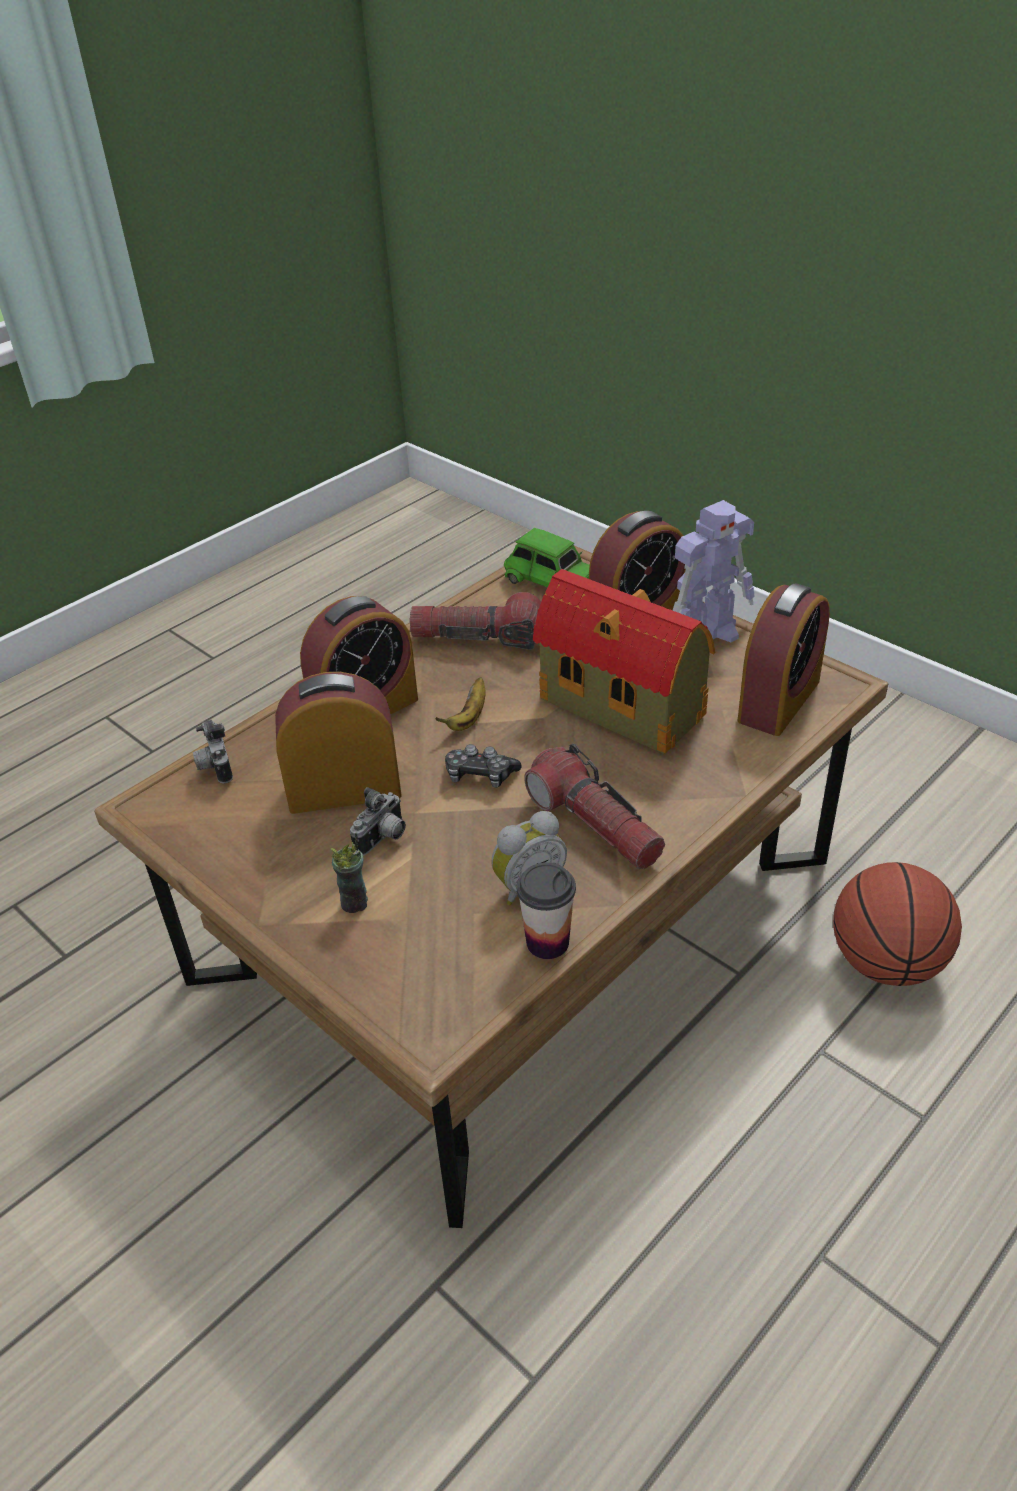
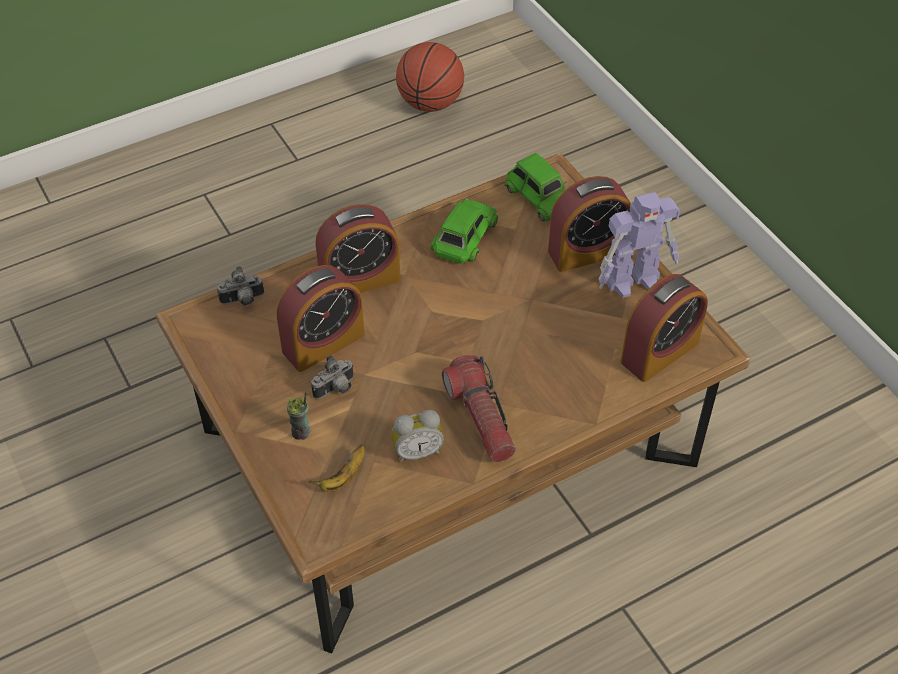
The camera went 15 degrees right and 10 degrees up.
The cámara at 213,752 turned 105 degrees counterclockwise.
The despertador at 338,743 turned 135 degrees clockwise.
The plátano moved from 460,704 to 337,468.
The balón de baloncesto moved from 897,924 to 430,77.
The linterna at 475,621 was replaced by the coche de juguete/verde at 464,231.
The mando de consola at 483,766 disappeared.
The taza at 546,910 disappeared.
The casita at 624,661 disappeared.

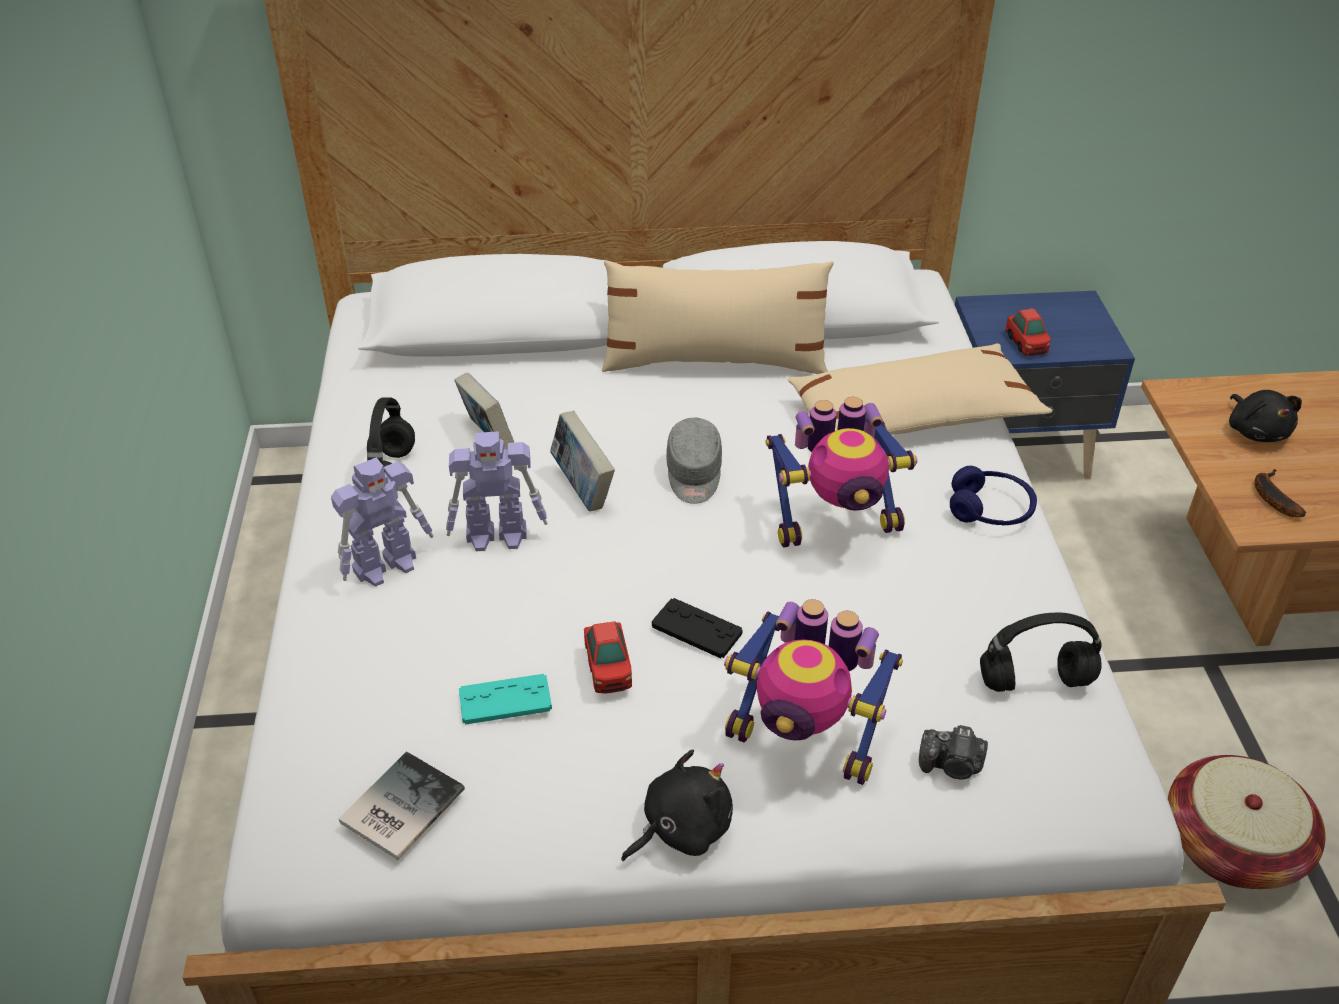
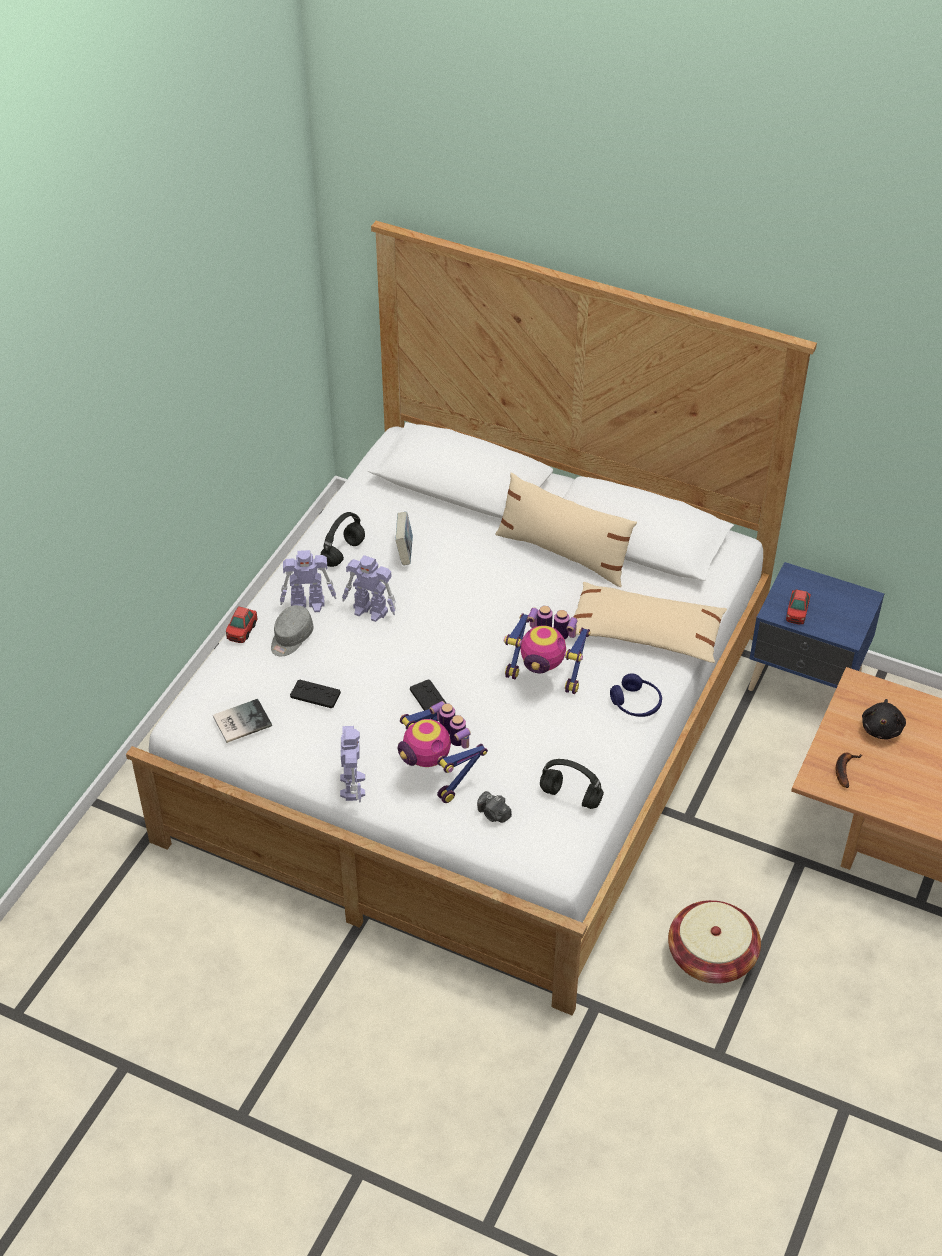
The camera went 30 degrees right and 5 degrees up.
The coche de juguete moved from 608,657 to 242,624.
The gorra/gris moved from 694,460 to 292,630.
The mando de consola/turquesa at 505,699 became the mando de consola/negro at 315,693.
The peluche/negro at 677,805 was replaced by the robot de juguete at 352,764.
The libro at 582,461 disappeared.

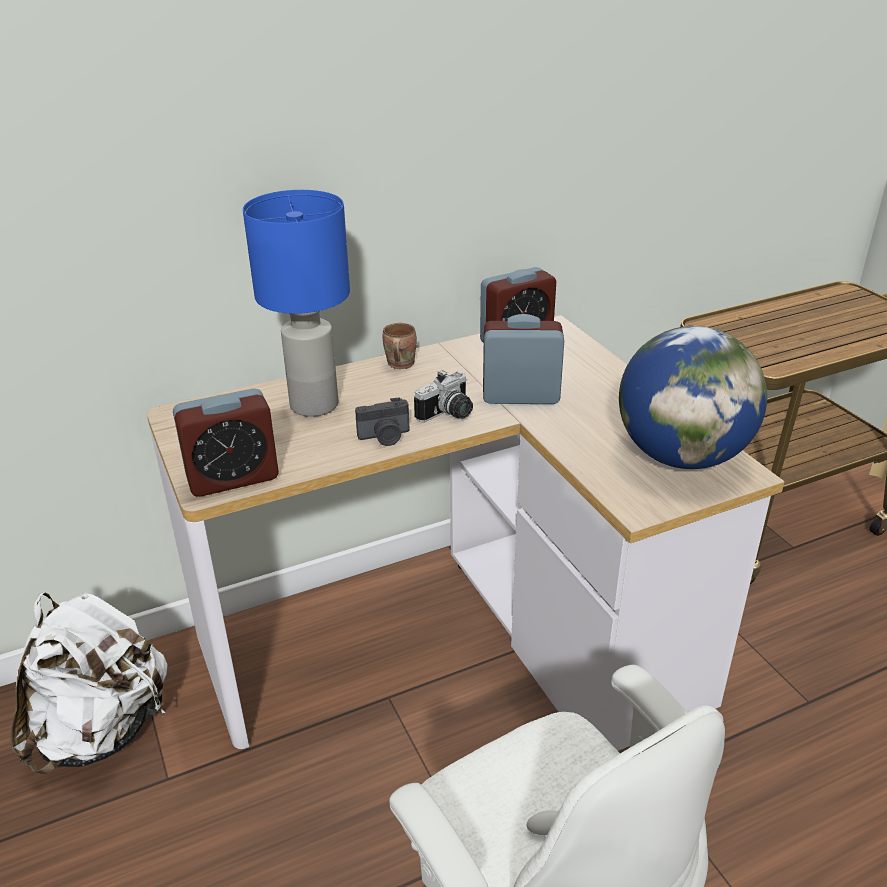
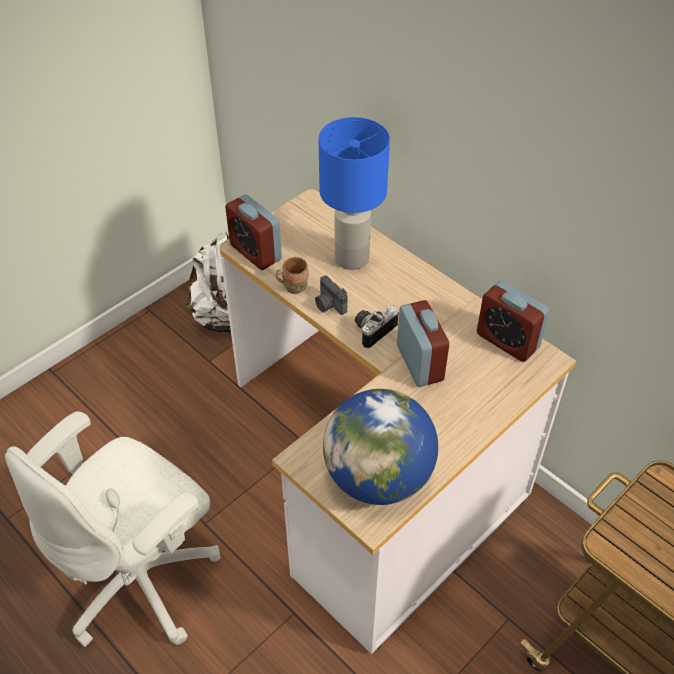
The camera went 70 degrees right and 15 degrees up.
The taza grande/marrón moved from 400,346 to 292,275.
The cámara at 443,396 turned 105 degrees clockwise.

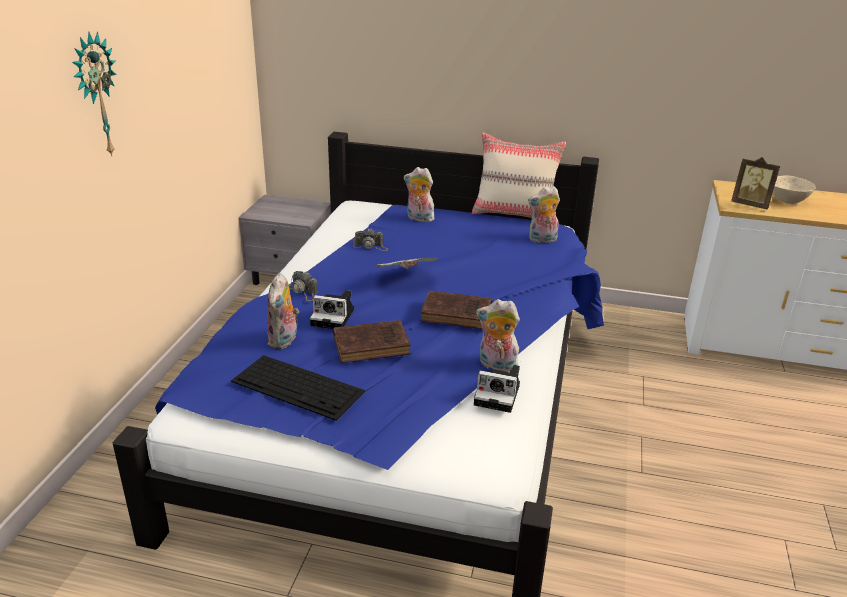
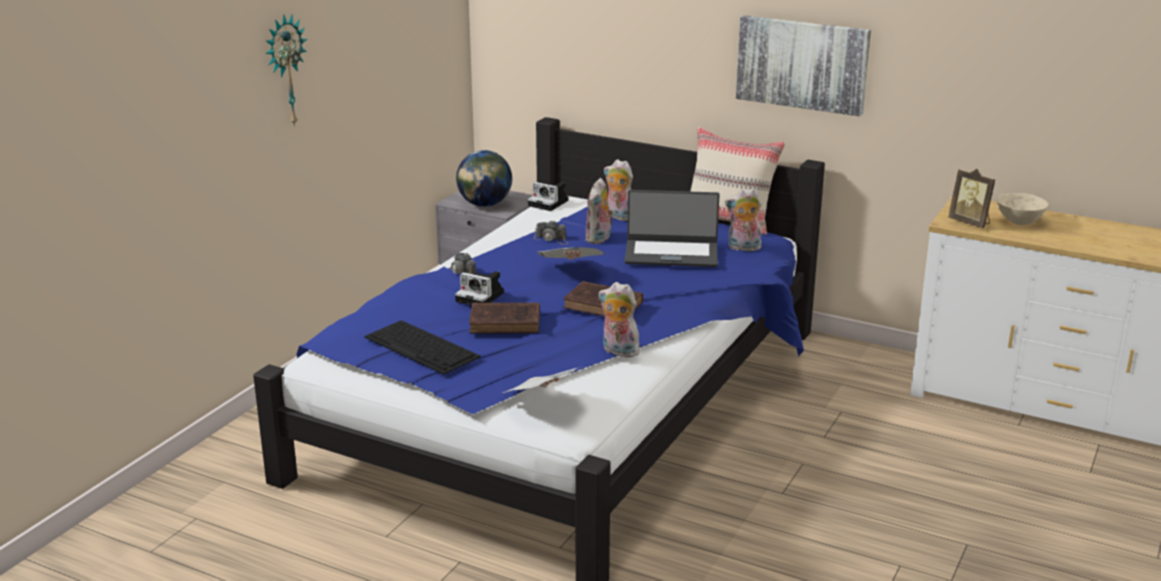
The camera went 15 degrees right and 5 degrees down.
The globo terráqueo at 484,178 appeared.
The periódico at 542,379 appeared.
The cámara moved from 497,389 to 548,196.
The peluche moved from 283,311 to 599,211.
The portátil at 672,228 appeared.
The cuadro at 803,66 appeared.

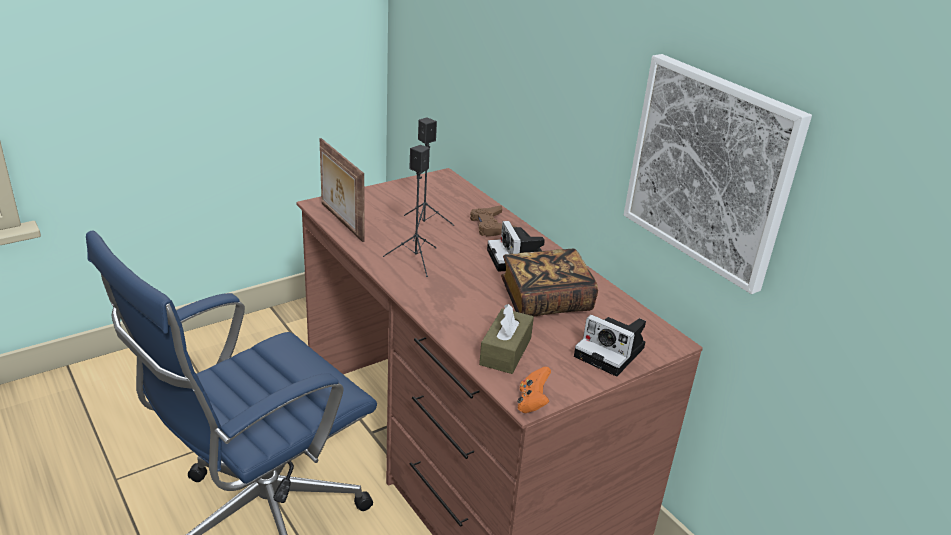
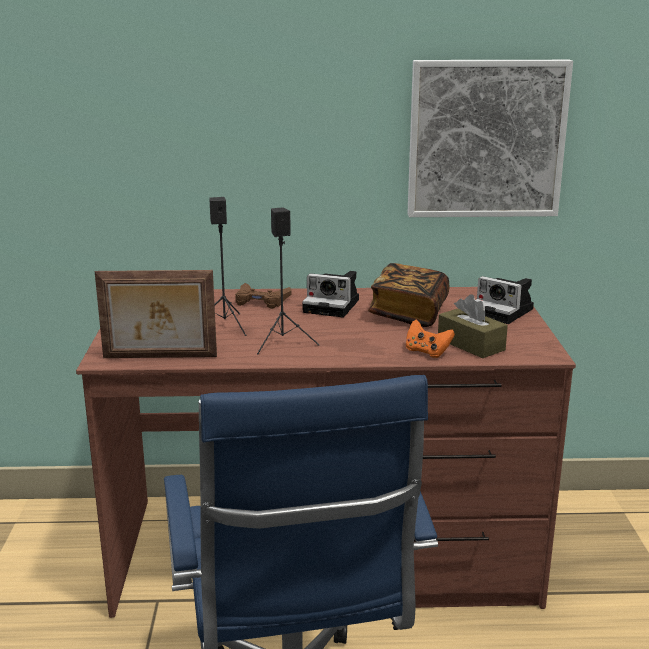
The camera went 55 degrees left and 10 degrees down.
The mando de consola/naranja moved from 534,390 to 430,339.
The cámara at 610,346 turned 60 degrees clockwise.

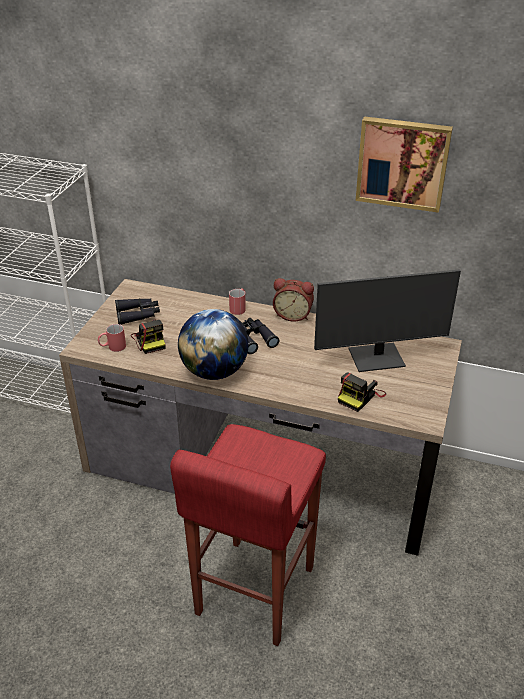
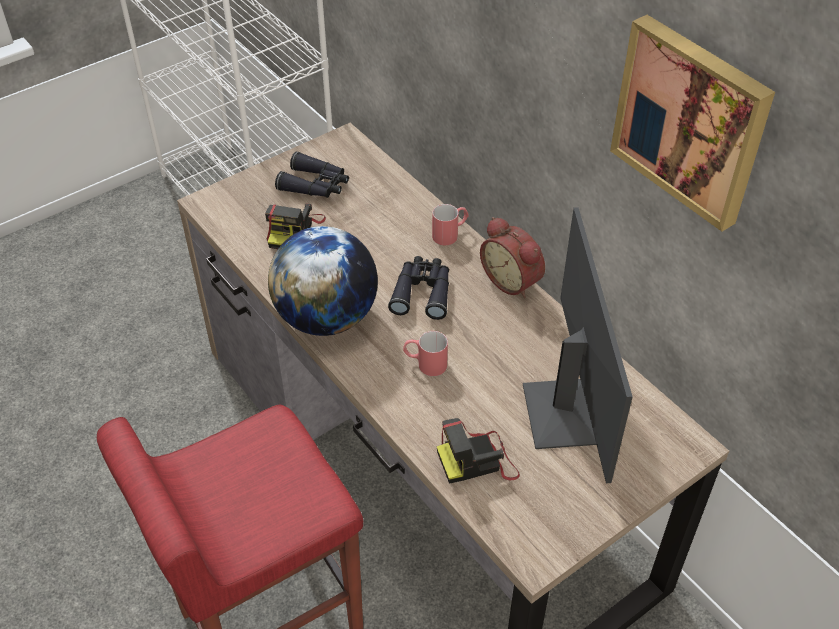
The camera went 35 degrees right and 10 degrees up.
The taza grande/rojo moved from 112,338 to 425,353.
The monitor at 387,320 turned 120 degrees counterclockwise.

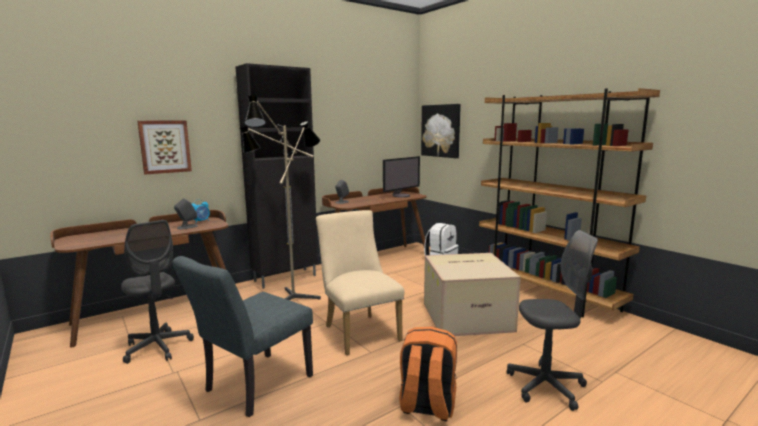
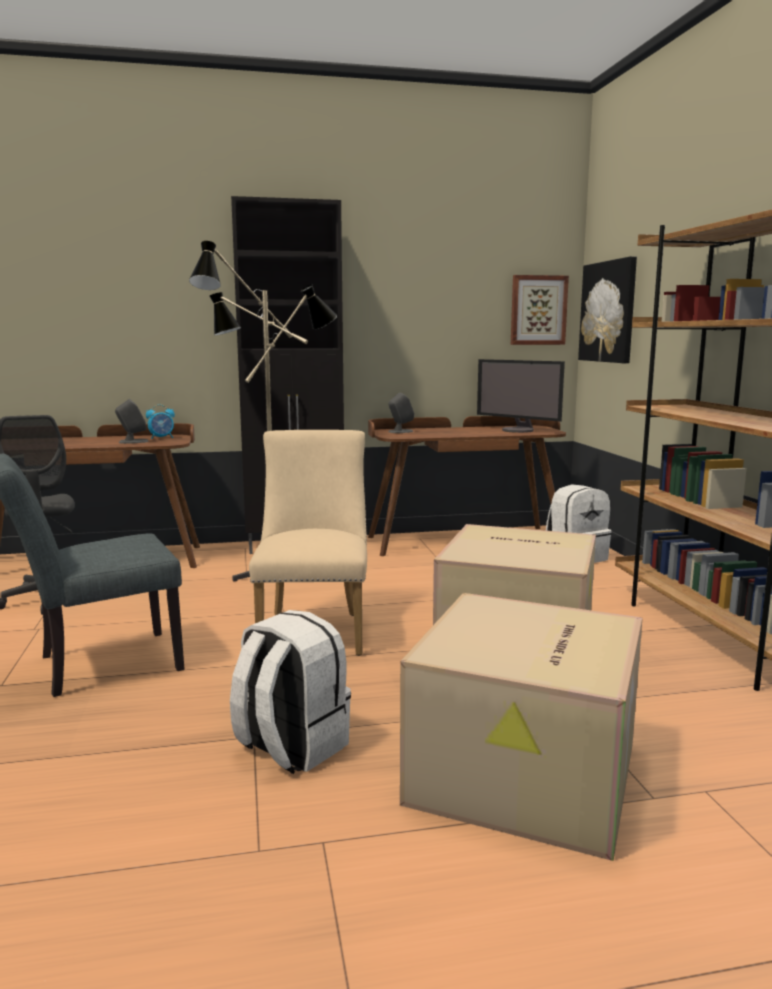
The camera went 25 degrees right and 0 degrees up.
The mochila/naranja at 428,374 became the mochila/blanco at 290,692.
The silla de oficina/gris at 552,320 was replaced by the caja de cartón at 521,727.
The monitor at 401,177 turned 60 degrees clockwise.
The cuadro moved from 165,147 to 540,310.

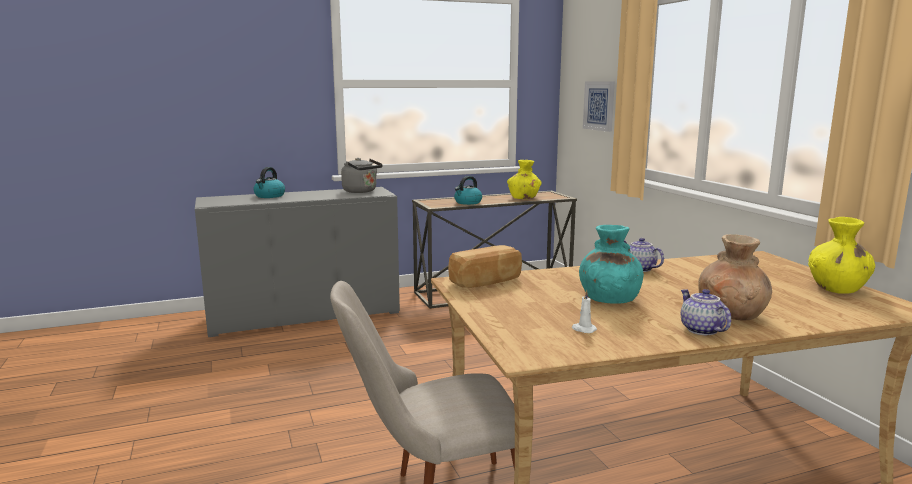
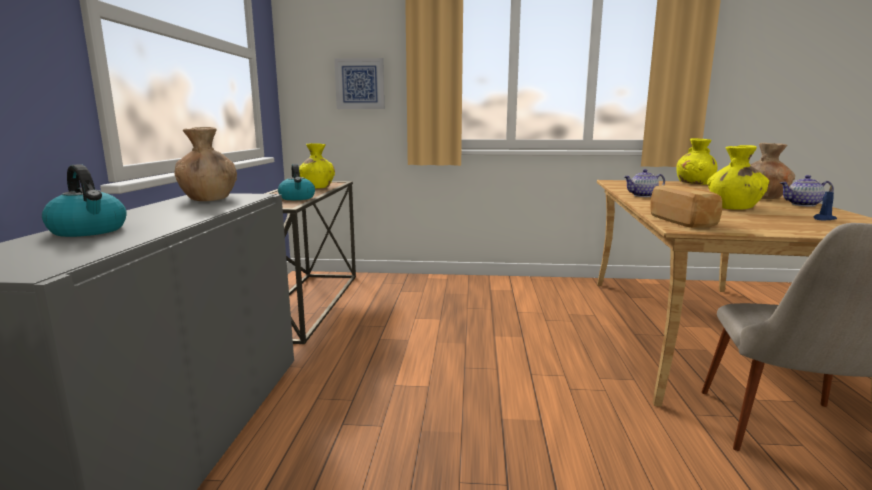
The camera went 65 degrees left and 0 degrees up.
The hervidor/gris at 362,175 was replaced by the florero/marrón at 206,164.
The florero/turquesa at 611,264 became the florero/amarillo at 738,177.
The vela/blanco at 584,311 became the vela/azul at 825,203.

